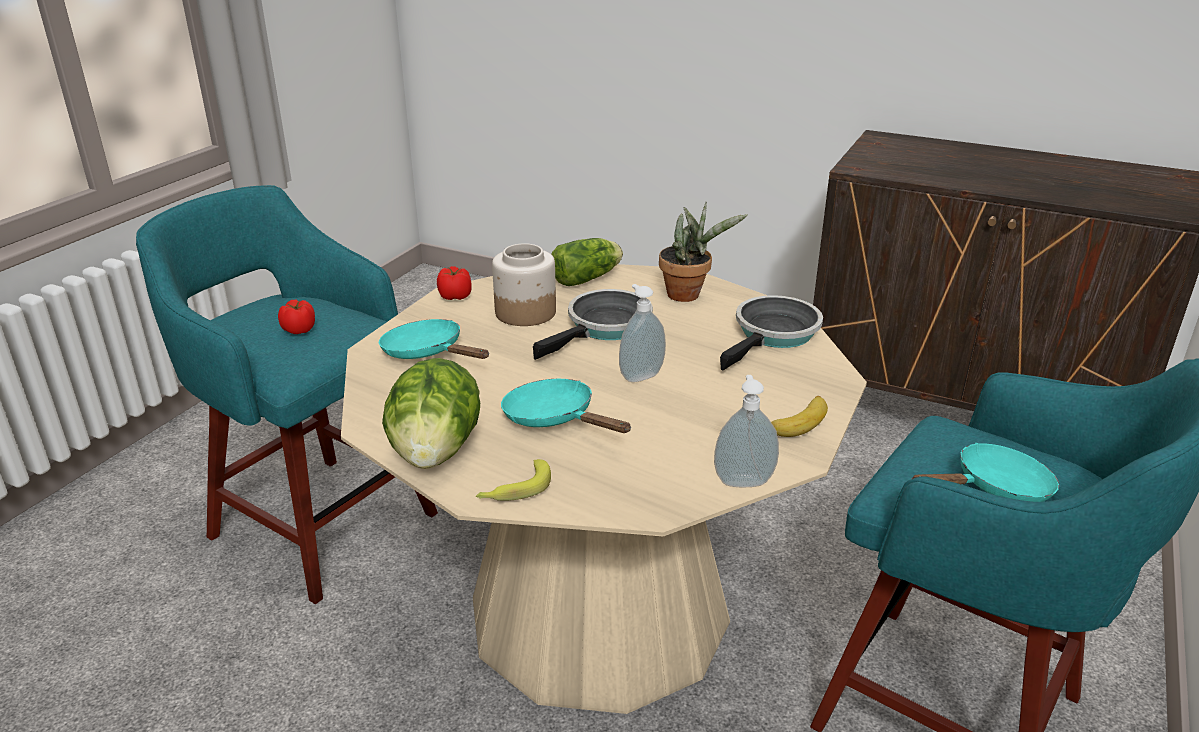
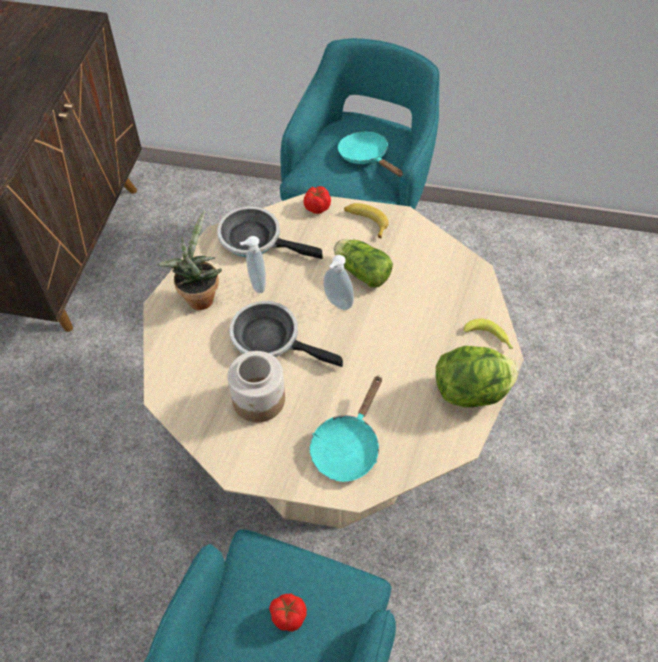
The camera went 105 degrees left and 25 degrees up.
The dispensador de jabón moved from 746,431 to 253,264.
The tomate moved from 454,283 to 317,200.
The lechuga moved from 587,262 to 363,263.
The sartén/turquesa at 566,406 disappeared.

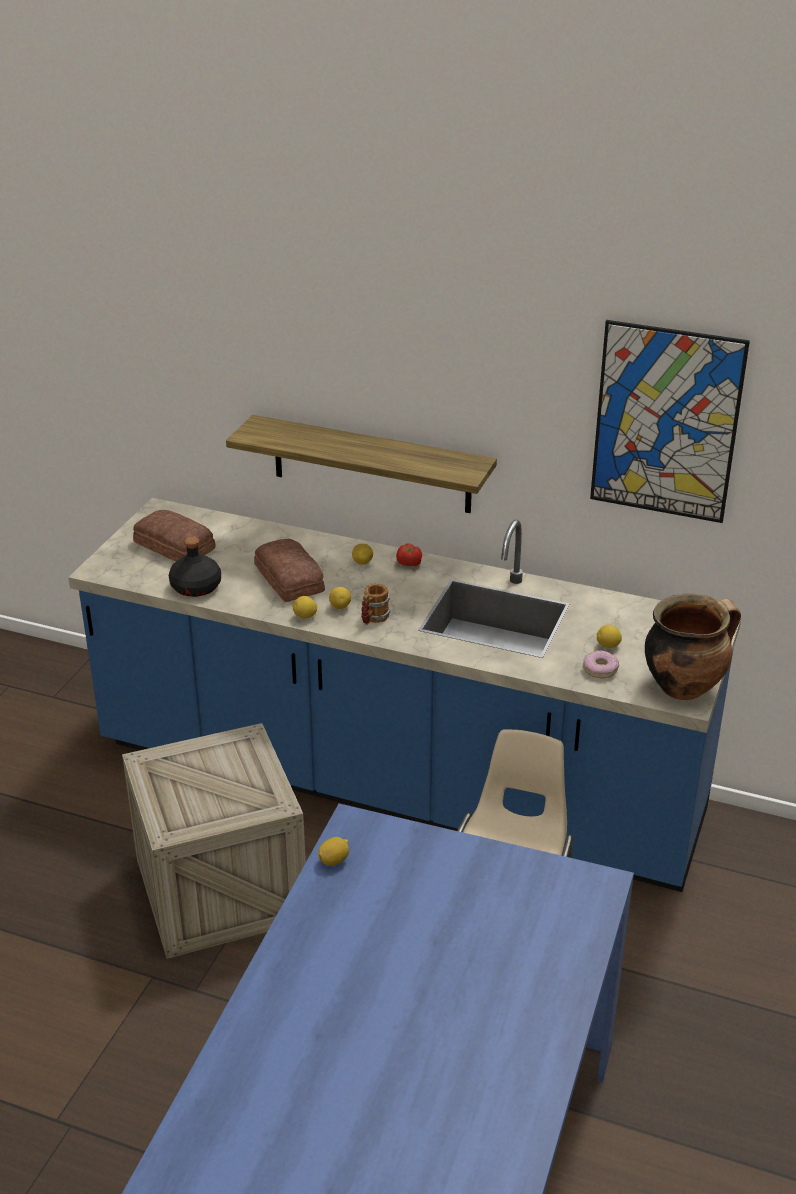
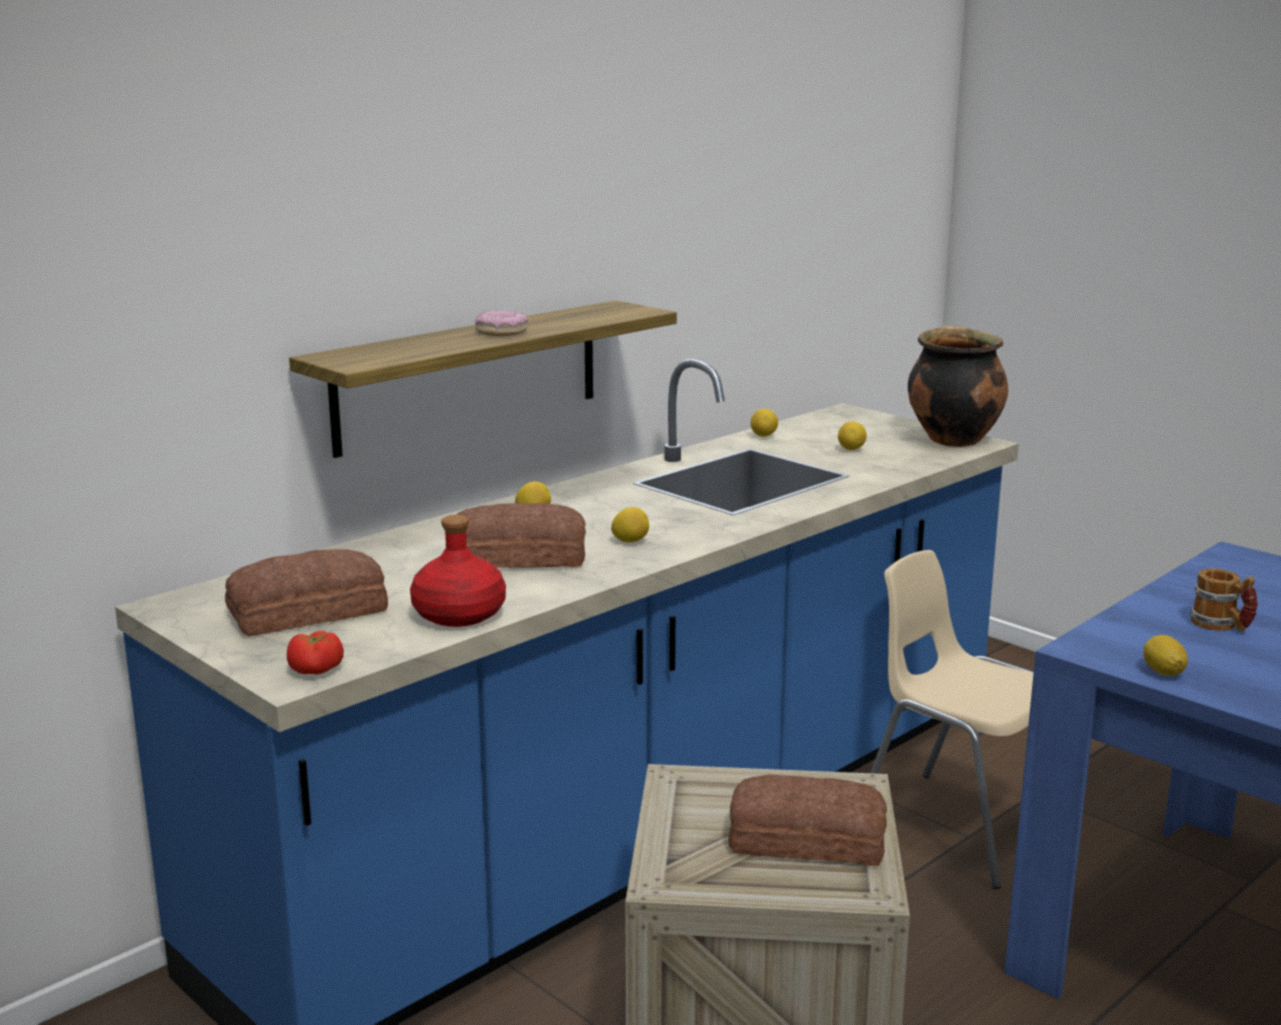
The camera went 65 degrees left and 15 degrees down.
The tomate moved from 409,554 to 315,653.
The botella/negro at 195,566 became the botella/rojo at 458,571.
The rosquilla moved from 601,664 to 501,323.
The pan at 807,820 appeared.
The limón moved from 305,607 to 764,423.
The taza grande moved from 376,604 to 1224,600.
The cuadro at 670,421 disappeared.

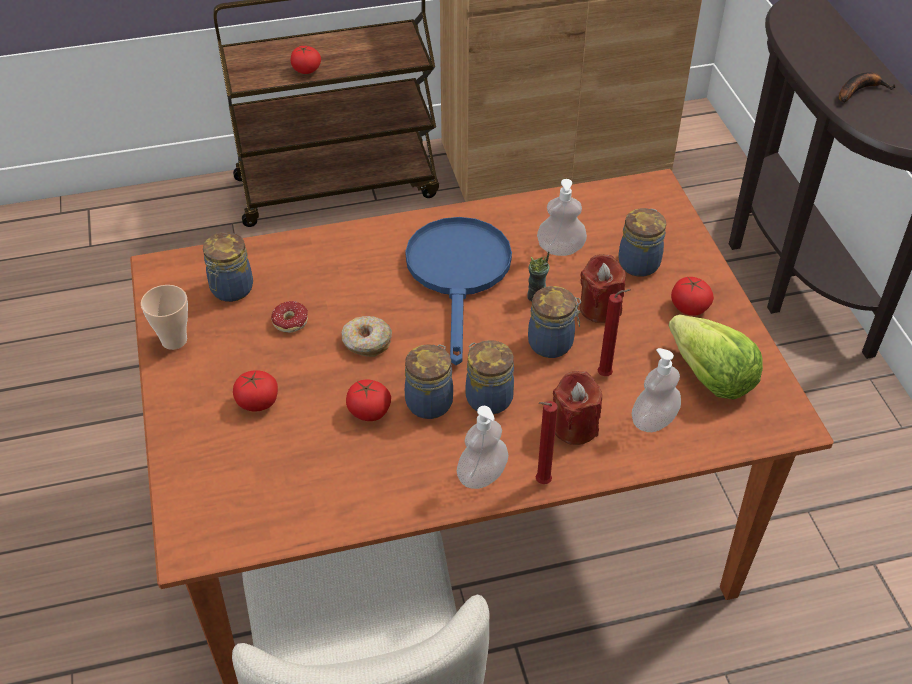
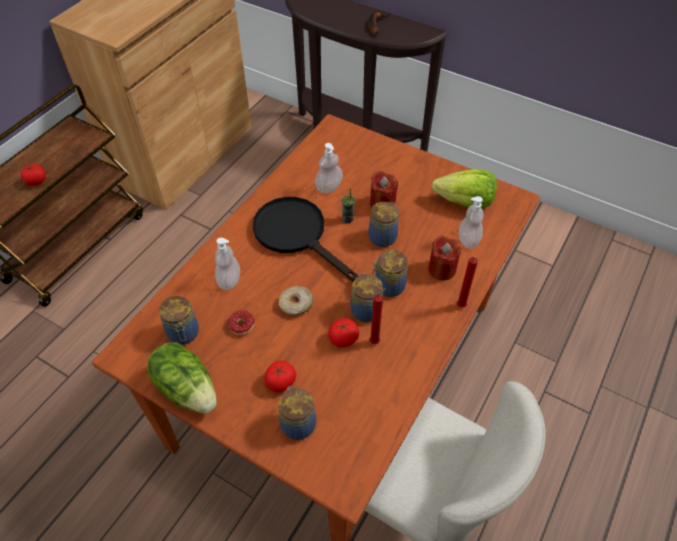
The camera went 45 degrees left and 5 degrees up.
The taza at 164,317 was replaced by the lechuga at 182,377.
The dispensador de jabón moved from 482,447 to 227,264.
The sartén/azul at 458,291 became the sartén/negro at 305,239.
The tarro moved from 642,242 to 297,413.
The vela/rojo moved from 614,332 to 378,316.
The tomate at 692,296 disappeared.

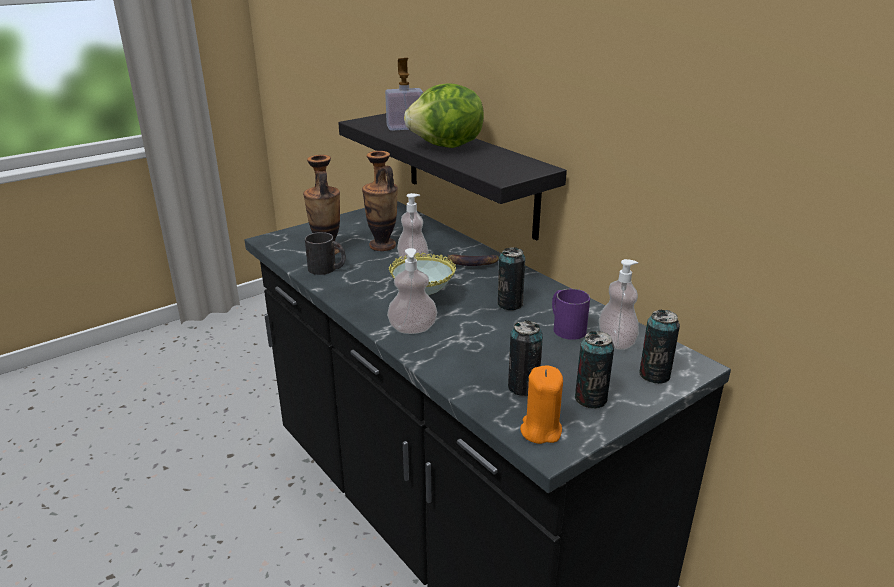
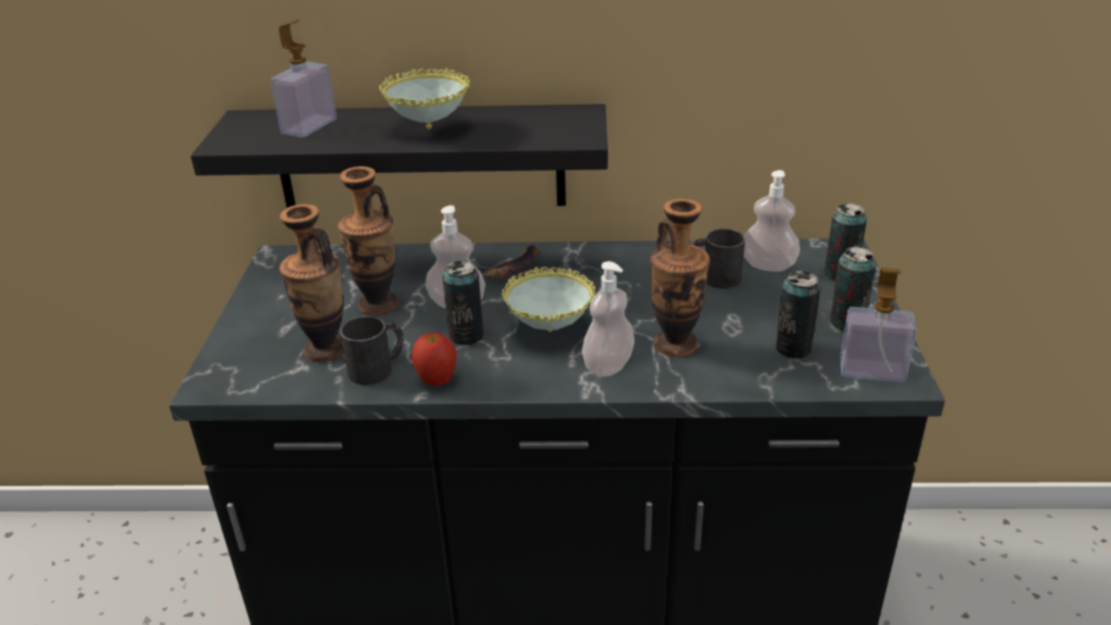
The camera went 50 degrees left and 5 degrees up.
The lechuga at 444,115 was replaced by the cuenco at 424,98.
The manzana at 434,359 appeared.
The lata moved from 511,279 to 463,302.
The florero at 680,277 appeared.
The taza grande/morado at 571,314 became the taza grande/negro at 718,258.
The vela/naranja at 541,405 was replaced by the dispensador de jabón at 878,325.

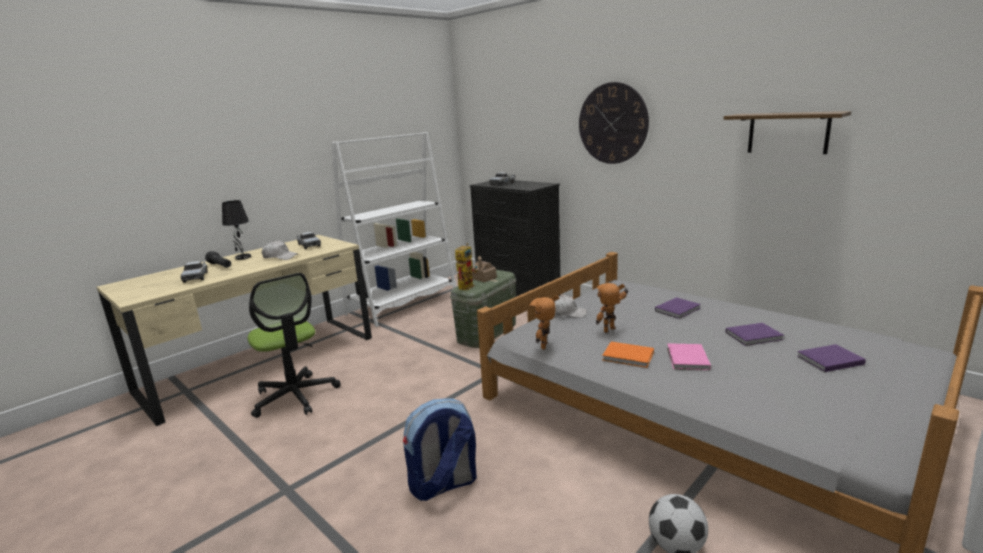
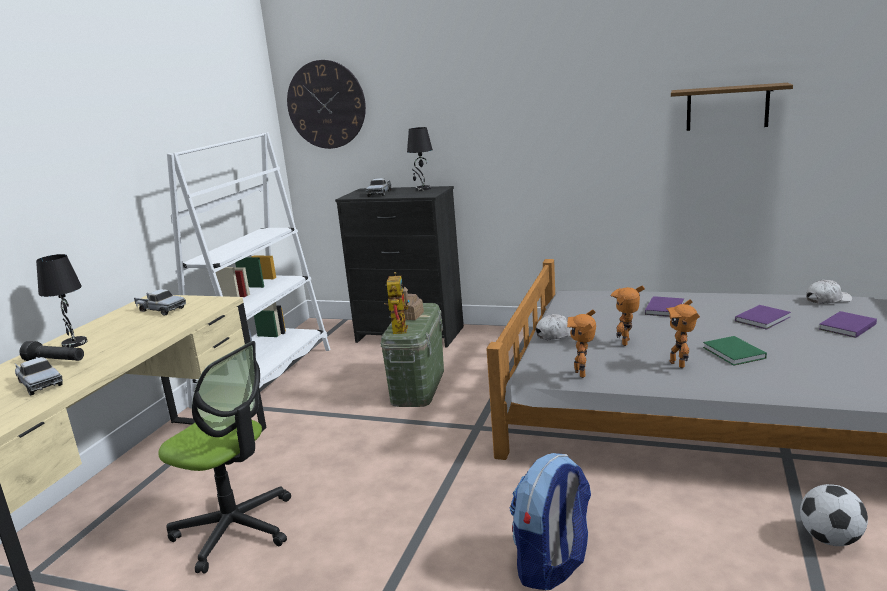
The camera went 25 degrees left and 0 degrees up.
The reloj de pared moved from 614,123 to 326,104.
The lámpara de mesa/negro at 420,159 appeared.
The libro/naranja at 628,355 was replaced by the robot de juguete at 683,333.
The libro/rosa at 689,356 became the libro/verde at 735,351.
The gorra/blanco moved from 280,250 to 829,292.

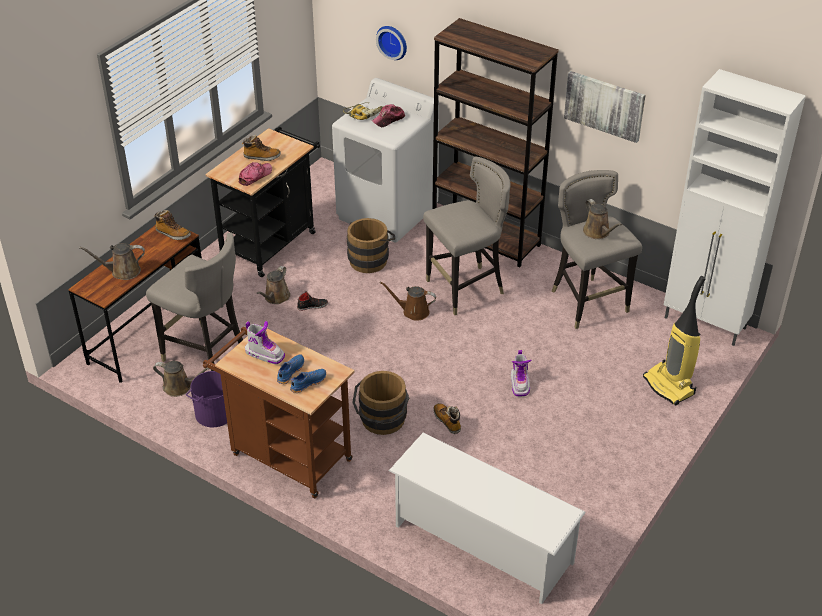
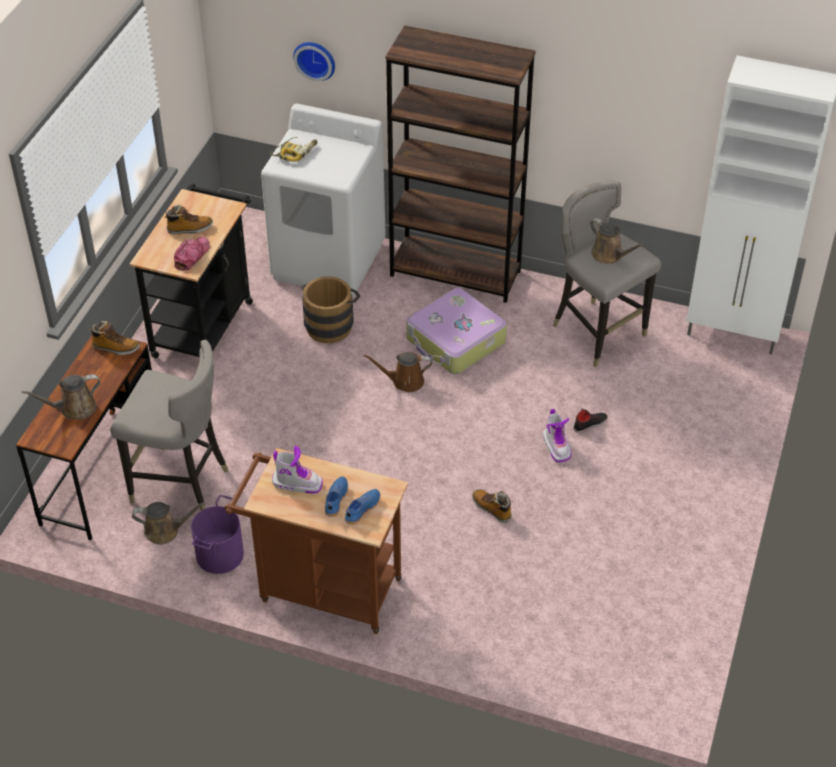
The camera went 15 degrees left and 5 degrees up.
The taburete/gris at 466,235 was replaced by the maleta at 456,331.
The zapato/negro moved from 312,301 to 590,420.
The regadera/marrón at 273,285 disappeared.
The cubo/marrón at 380,403 disappeared.
The gorra at 388,115 disappeared.
The zapatero/blanco at 487,518 disappeared.
The cuadro at 604,107 disappeared.
The aspiradora at 674,340 disappeared.

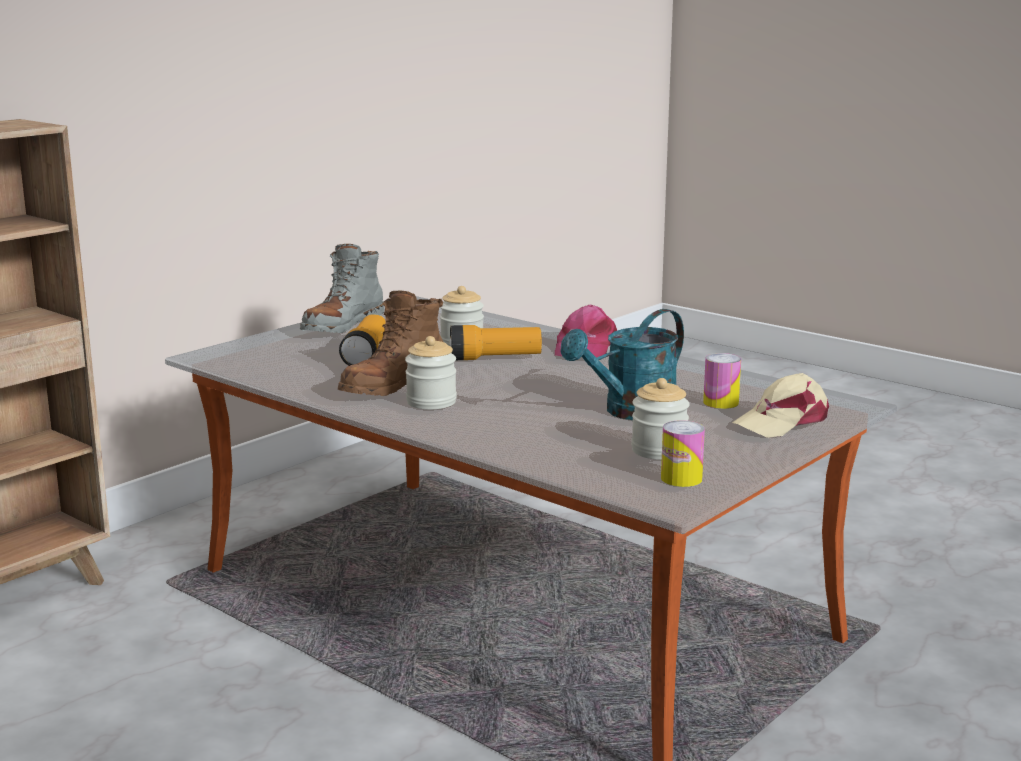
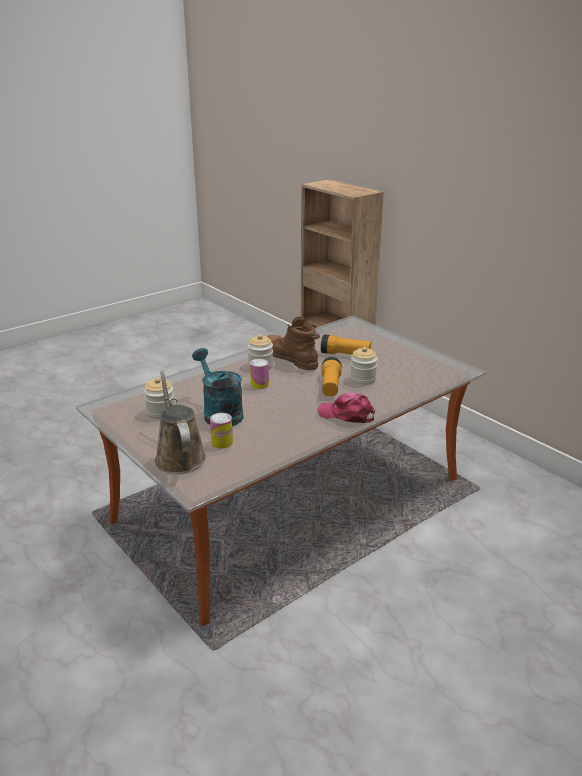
The camera went 100 degrees right and 10 degrees up.
The gorra/beis at 780,405 was replaced by the regadera/marrón at 180,422.
The lata moved from 683,453 to 259,374.
The bota/gris at 342,289 disappeared.

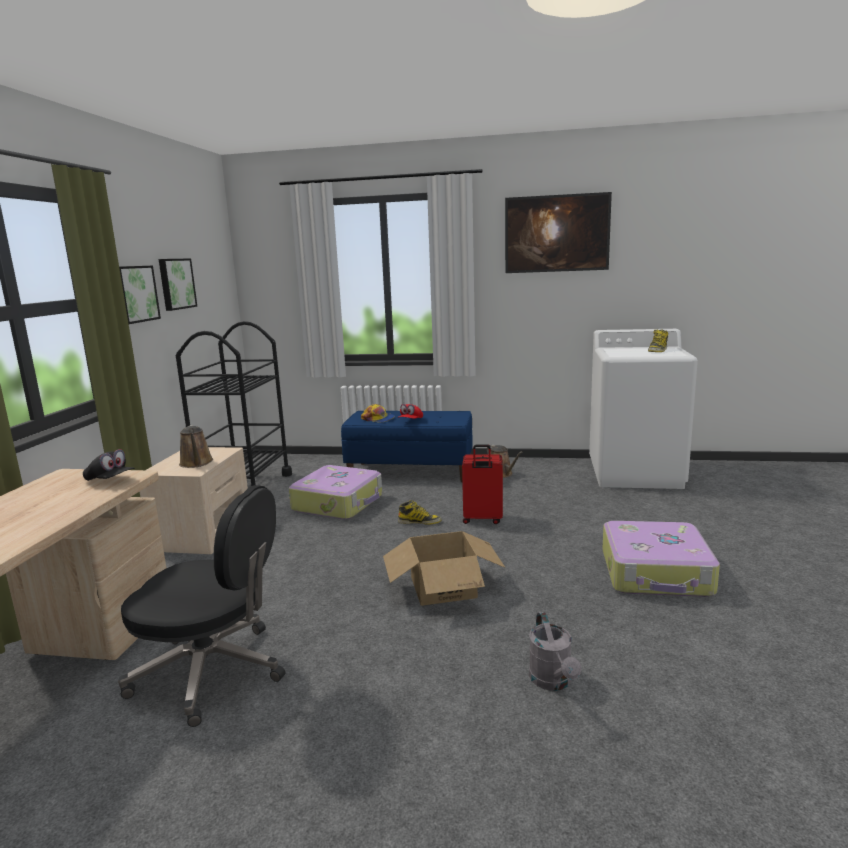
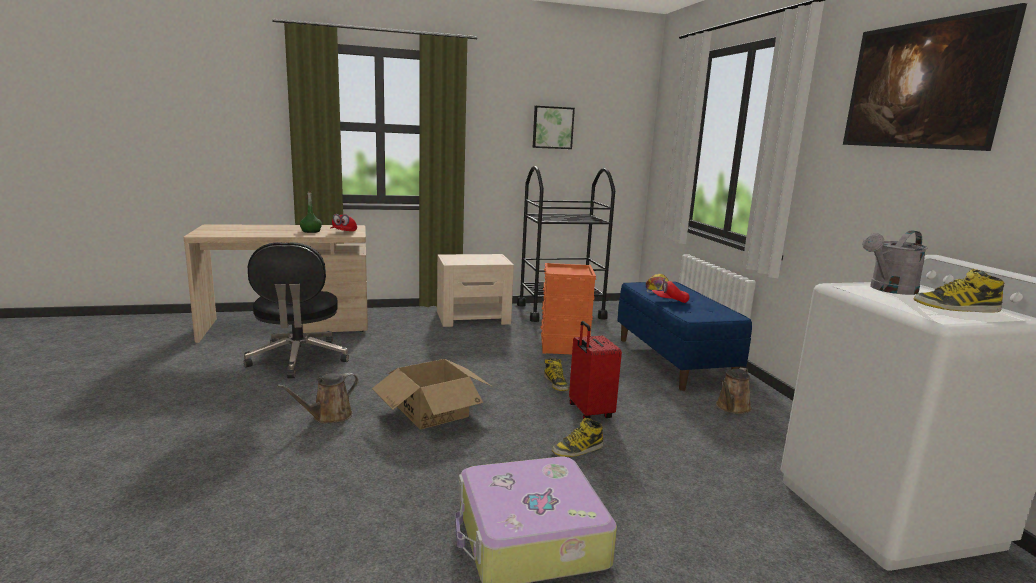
The camera went 65 degrees right and 0 degrees up.
The regadera/marrón moved from 196,446 to 318,398.
The botella/verde at 311,212 appeared.
The gorra/negro at 109,465 became the gorra/rojo at 344,222.
The maleta at 335,492 was replaced by the caja de almacenaje/naranja at 568,308.
The bota at 577,437 appeared.
The regadera/gris moved from 555,651 to 895,262.
The cuadro at 140,295 disappeared.

